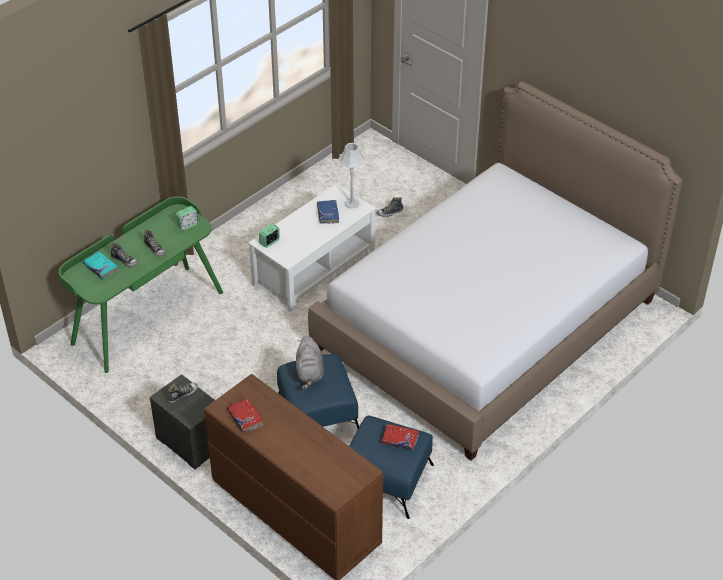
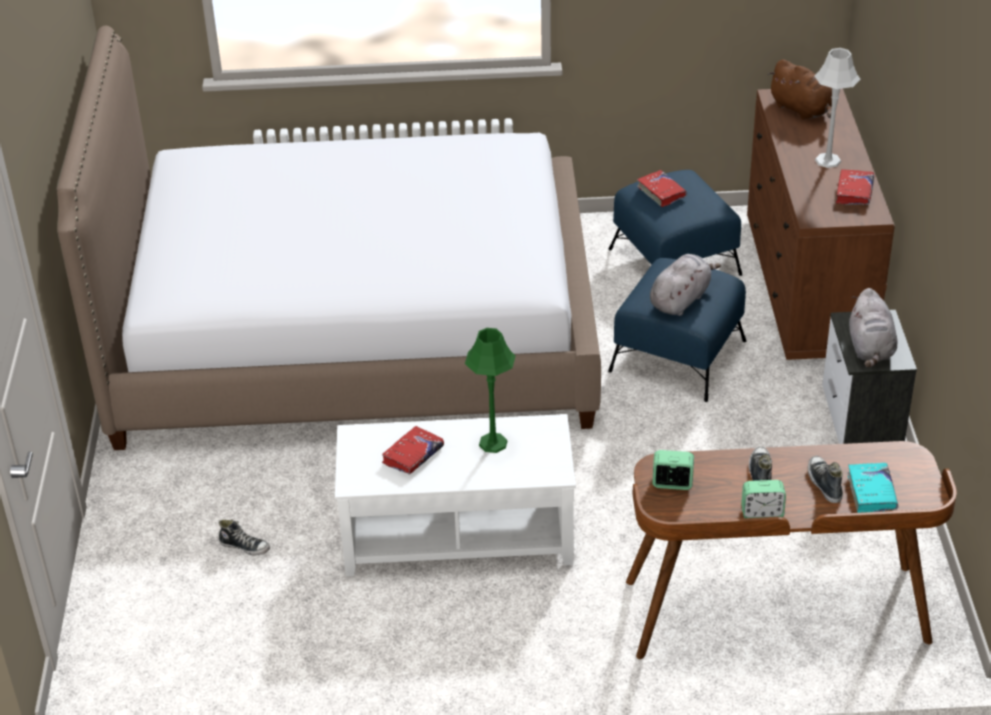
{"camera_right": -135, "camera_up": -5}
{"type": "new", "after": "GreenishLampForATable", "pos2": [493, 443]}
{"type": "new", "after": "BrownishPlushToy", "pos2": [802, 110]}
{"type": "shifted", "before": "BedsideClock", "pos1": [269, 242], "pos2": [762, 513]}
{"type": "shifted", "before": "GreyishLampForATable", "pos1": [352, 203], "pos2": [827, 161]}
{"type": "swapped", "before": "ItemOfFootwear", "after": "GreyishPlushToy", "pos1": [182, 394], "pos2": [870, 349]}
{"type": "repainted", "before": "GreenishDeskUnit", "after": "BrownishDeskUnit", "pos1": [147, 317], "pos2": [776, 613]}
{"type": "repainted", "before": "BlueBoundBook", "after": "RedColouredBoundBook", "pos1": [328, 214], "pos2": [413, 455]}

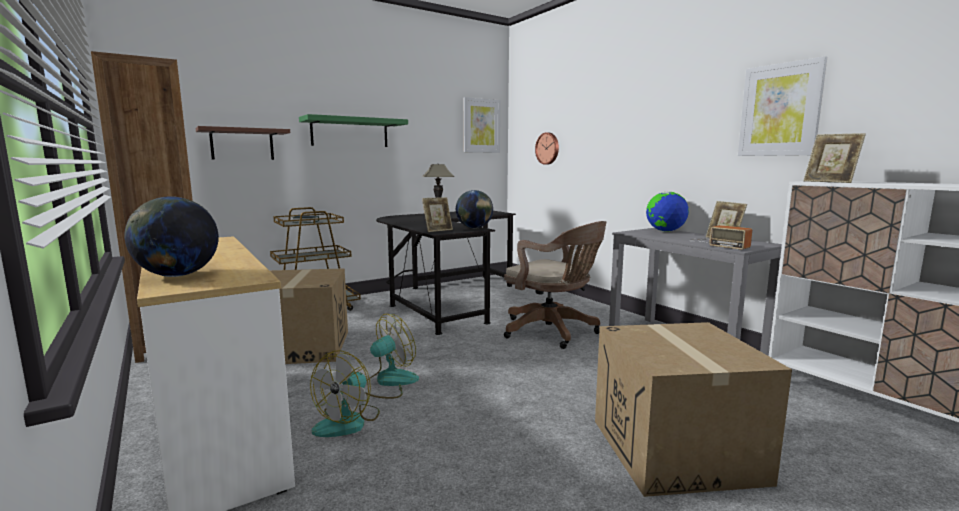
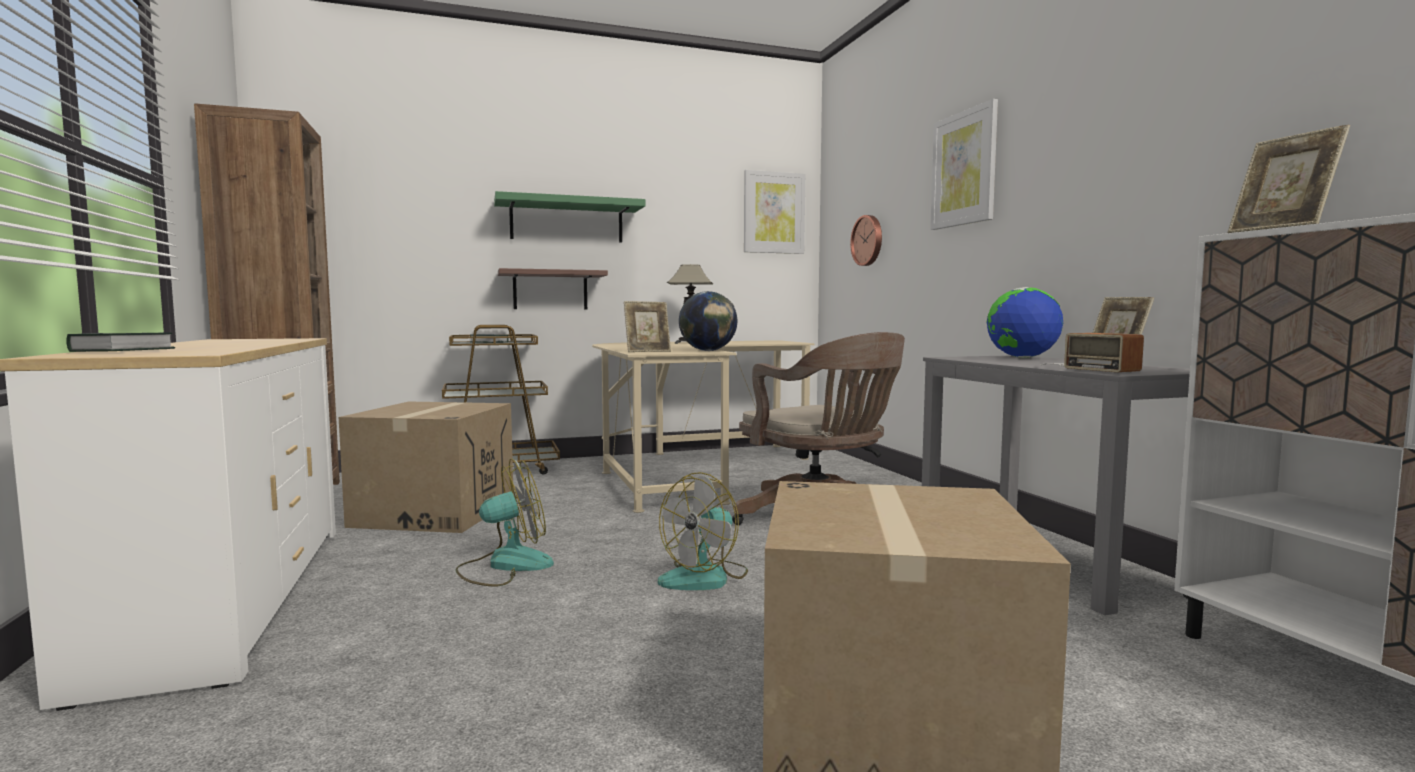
{"camera_right": 15, "camera_up": -5}
{"type": "shifted", "before": "WallShelf", "pos1": [242, 144], "pos2": [550, 290]}
{"type": "shifted", "before": "ElectricFan", "pos1": [348, 421], "pos2": [705, 577]}
{"type": "shifted", "before": "WallArt", "pos1": [780, 110], "pos2": [964, 169]}
{"type": "swapped", "before": "DeskGlobe", "after": "BoundBook", "pos1": [178, 276], "pos2": [122, 351]}
{"type": "repainted", "before": "BlackColouredDeskUnit", "after": "SandColouredDeskUnit", "pos1": [444, 299], "pos2": [689, 469]}

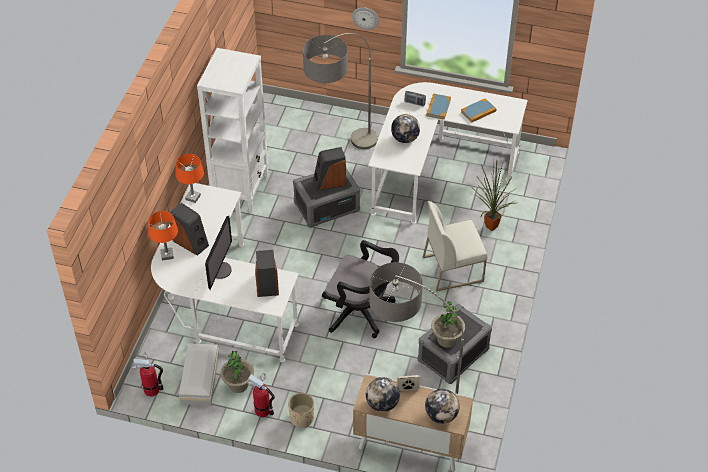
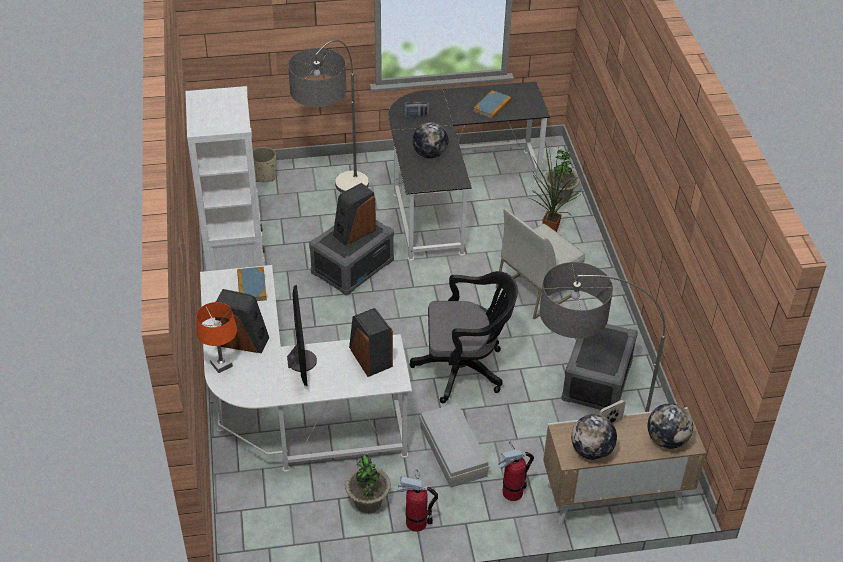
{"camera_right": -25, "camera_up": -5}
{"type": "gone", "before": "OrangeyLampForATable", "pos1": [193, 197]}
{"type": "gone", "before": "HangingClock", "pos1": [365, 17]}
{"type": "shifted", "before": "FireFightingCylinder", "pos1": [151, 390], "pos2": [512, 492]}
{"type": "shifted", "before": "WhiteColouredStorageBin", "pos1": [199, 380], "pos2": [453, 453]}
{"type": "shifted", "before": "SandColouredFlowerPot", "pos1": [301, 418], "pos2": [264, 176]}
{"type": "shifted", "before": "BoundBook", "pos1": [438, 107], "pos2": [251, 286]}
{"type": "shifted", "before": "PottedPlant", "pos1": [447, 339], "pos2": [559, 196]}
{"type": "repainted", "before": "WhiteColouredDeskUnit", "after": "BlackColouredDeskUnit", "pos1": [435, 170], "pos2": [452, 193]}

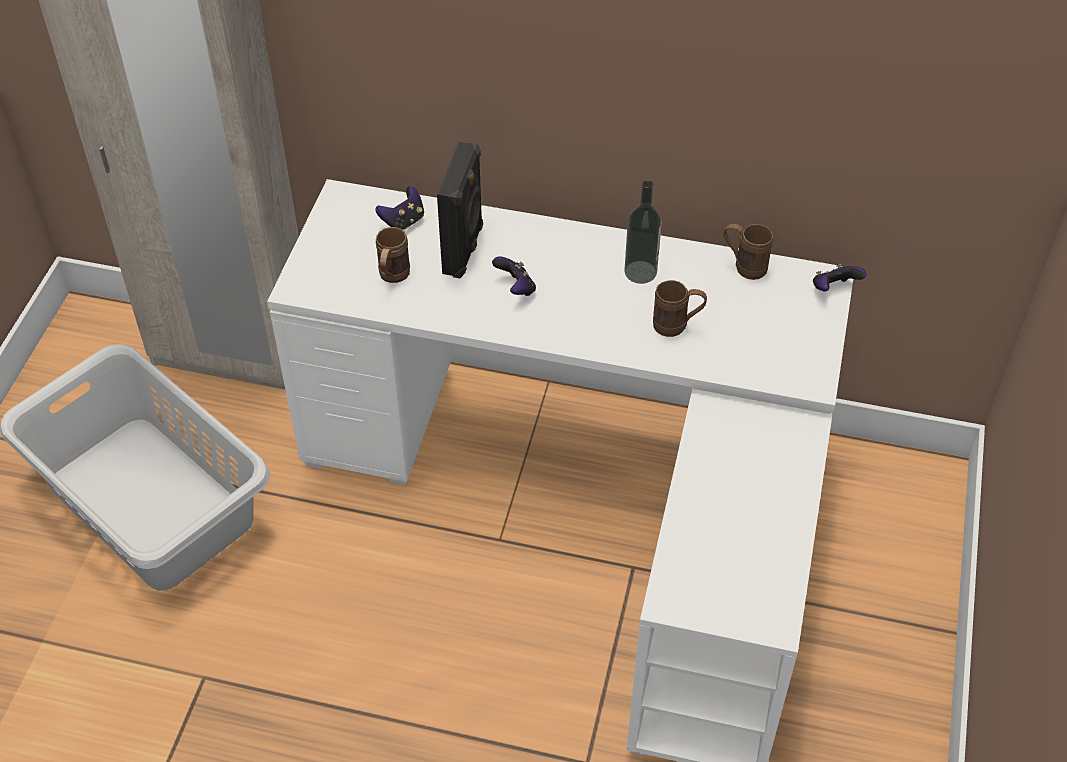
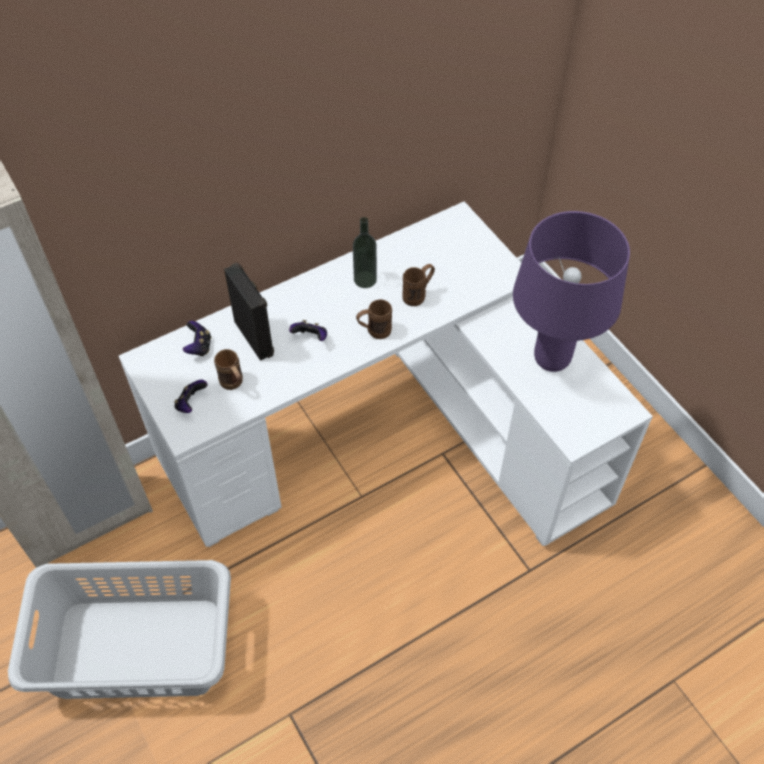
{"camera_right": -45, "camera_up": 5}
{"type": "new", "after": "PurpleLampForATable", "pos2": [552, 359]}
{"type": "shifted", "before": "BrownishMug", "pos1": [743, 266], "pos2": [374, 332]}
{"type": "shifted", "before": "Gamepad", "pos1": [833, 289], "pos2": [191, 403]}

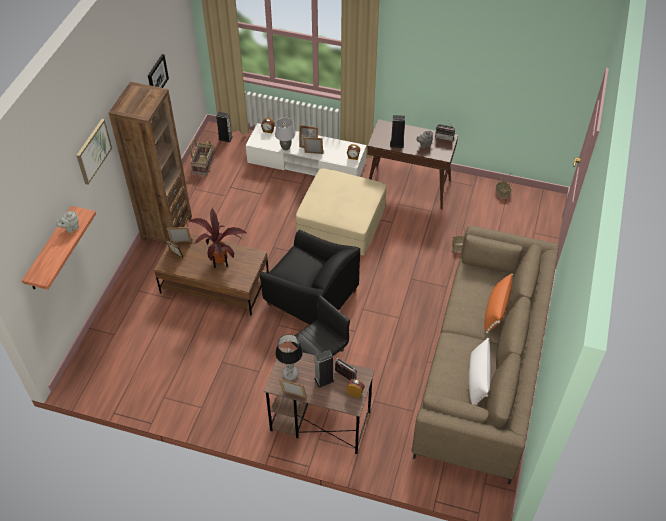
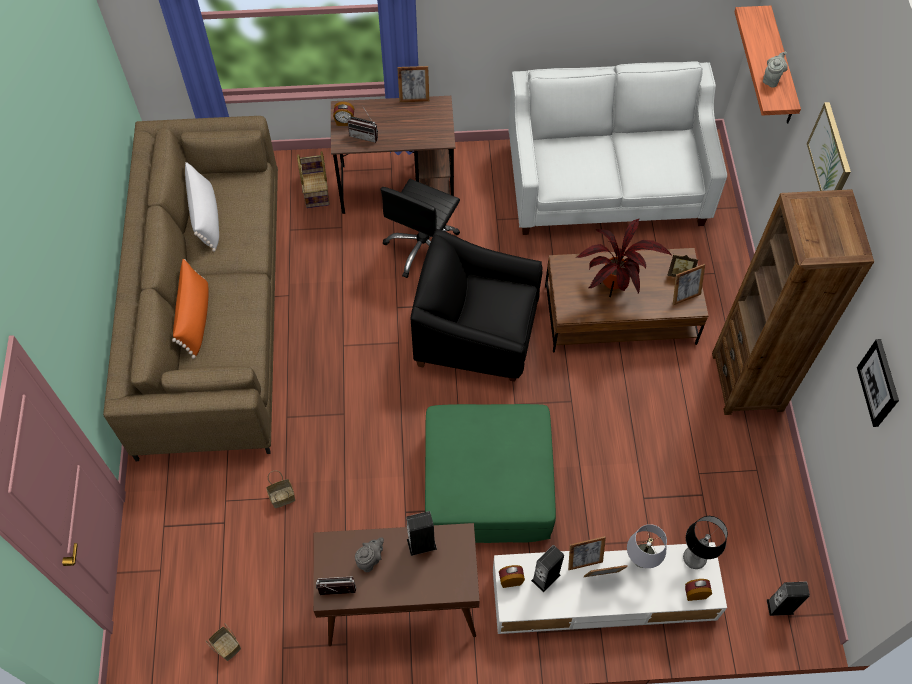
{"camera_right": 160, "camera_up": 10}
{"type": "new", "after": "WhiteColouredCouch", "pos2": [606, 184]}
{"type": "shifted", "before": "Basket", "pos1": [203, 165], "pos2": [316, 190]}
{"type": "shifted", "before": "LampForATable", "pos1": [290, 374], "pos2": [694, 557]}
{"type": "shifted", "before": "Loudspeaker", "pos1": [324, 380], "pos2": [545, 577]}
{"type": "repainted", "before": "SandColouredFootrest", "after": "GreenishFootrest", "pos1": [341, 222], "pos2": [487, 484]}

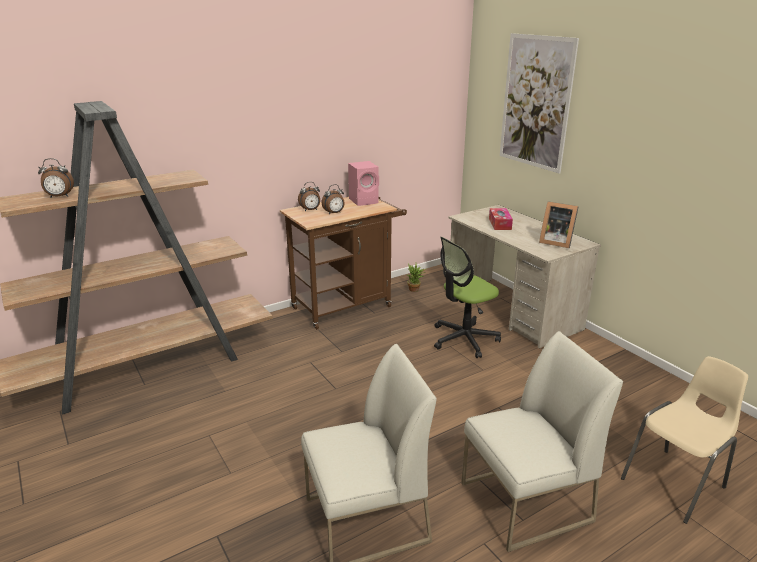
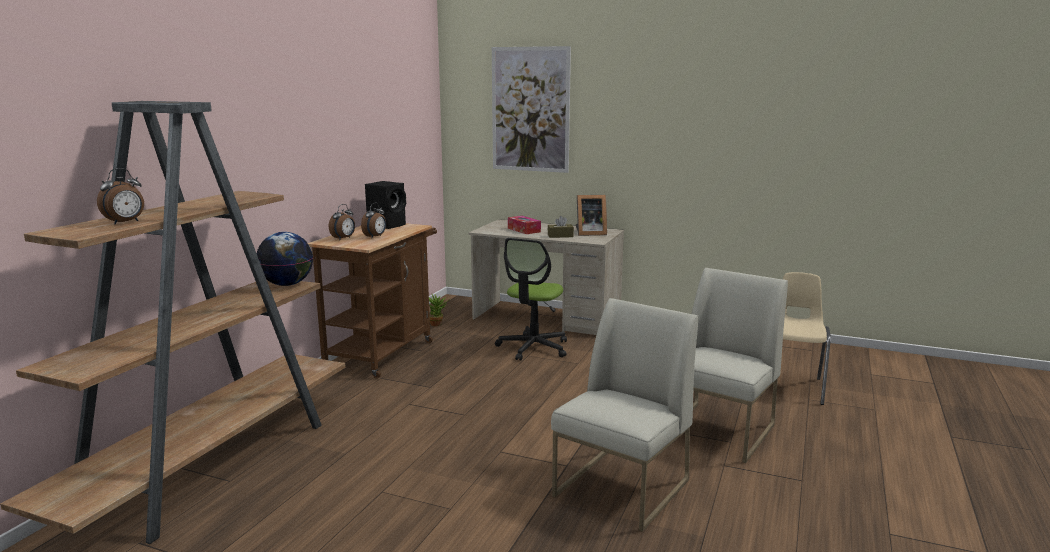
{"camera_right": -35, "camera_up": -10}
{"type": "new", "after": "DeskGlobe", "pos2": [287, 284]}
{"type": "new", "after": "BrownishBoxOfTissues", "pos2": [560, 236]}
{"type": "repainted", "before": "PinkColouredLoudspeaker", "after": "BlackColouredLoudspeaker", "pos1": [364, 201], "pos2": [388, 225]}

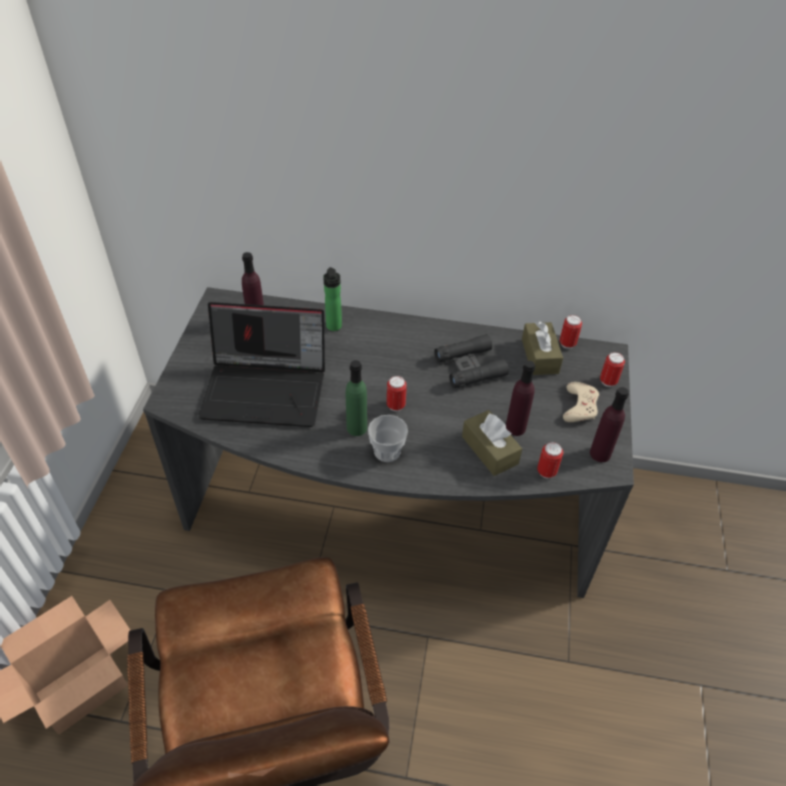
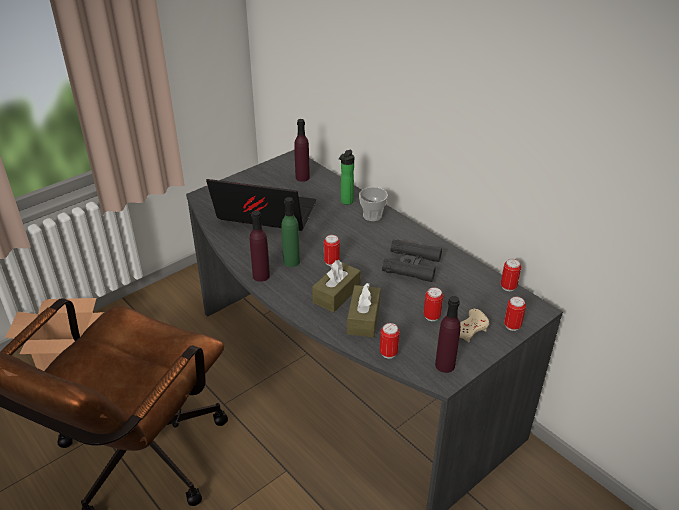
{"camera_right": 40, "camera_up": -10}
{"type": "new", "after": "SealedCan", "pos2": [431, 316]}
{"type": "shifted", "before": "SmallCup", "pos1": [387, 451], "pos2": [372, 215]}
{"type": "shifted", "before": "PurpleBottle", "pos1": [515, 427], "pos2": [261, 276]}
{"type": "shifted", "before": "BrownishBoxOfTissues", "pos1": [540, 356], "pos2": [336, 294]}
{"type": "rotated", "before": "PortableComputer", "pos1": [267, 389], "pos2": [264, 216], "turn": 150}

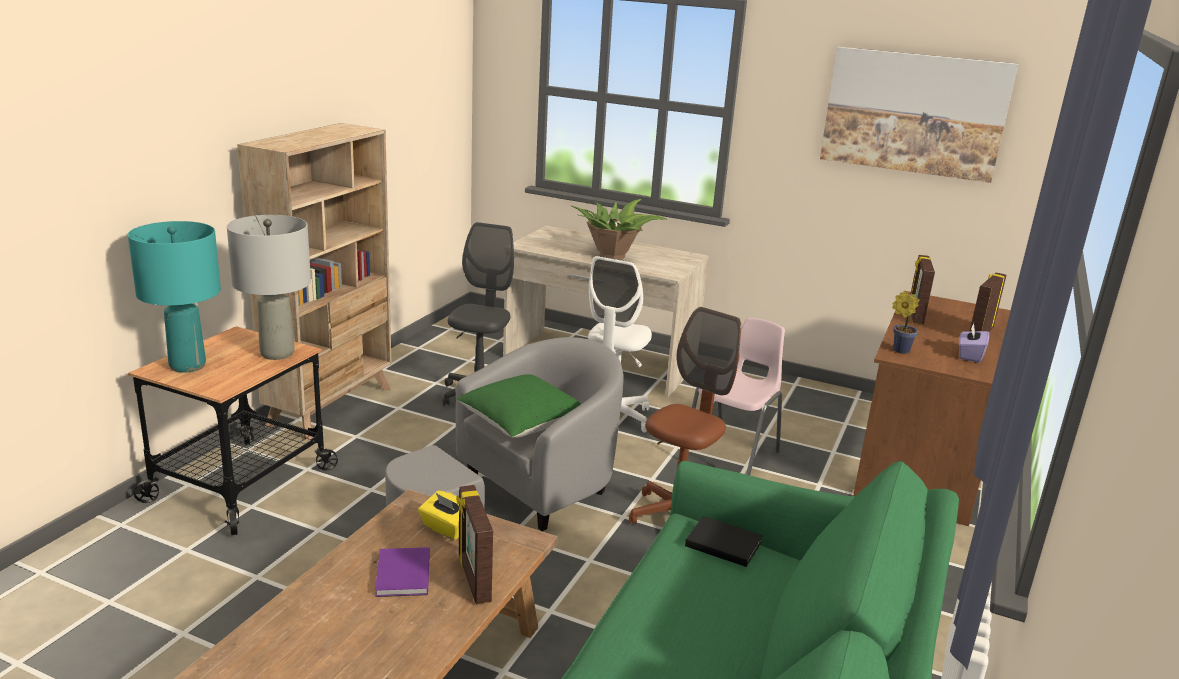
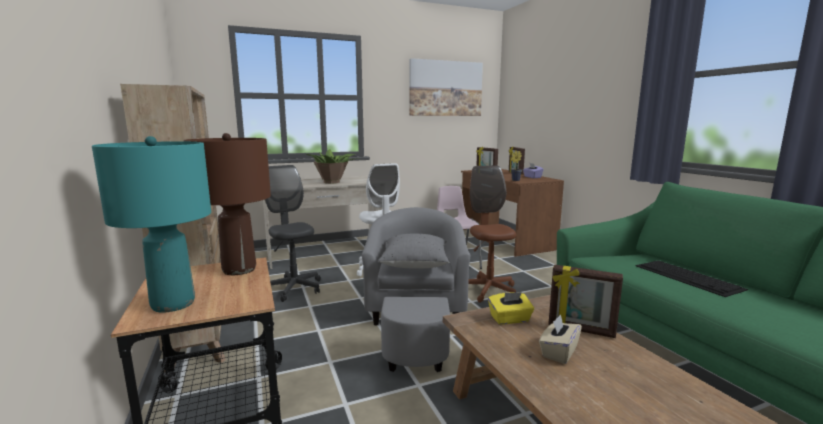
{"camera_right": -45, "camera_up": -10}
{"type": "gone", "before": "BlackColouredBoundBook", "pos1": [722, 543]}
{"type": "new", "after": "PcKeyboard", "pos2": [688, 277]}
{"type": "swapped", "before": "PurpleBoundBook", "after": "SandColouredBoxOfTissues", "pos1": [402, 576], "pos2": [558, 352]}
{"type": "repainted", "before": "GreyishLampForATable", "after": "BrownishLampForATable", "pos1": [276, 353], "pos2": [238, 270]}
{"type": "repainted", "before": "GreenishThrowPillow", "after": "GreyishThrowPillow", "pos1": [522, 423], "pos2": [414, 264]}

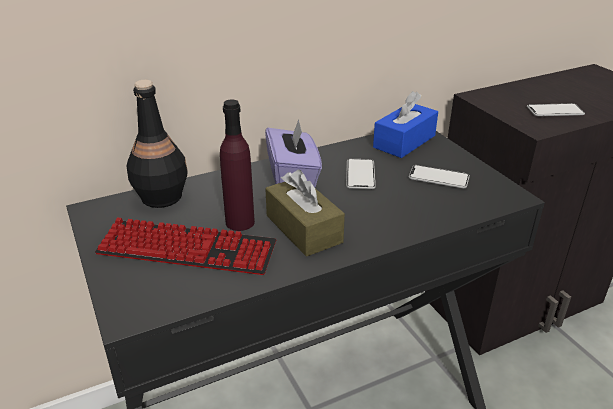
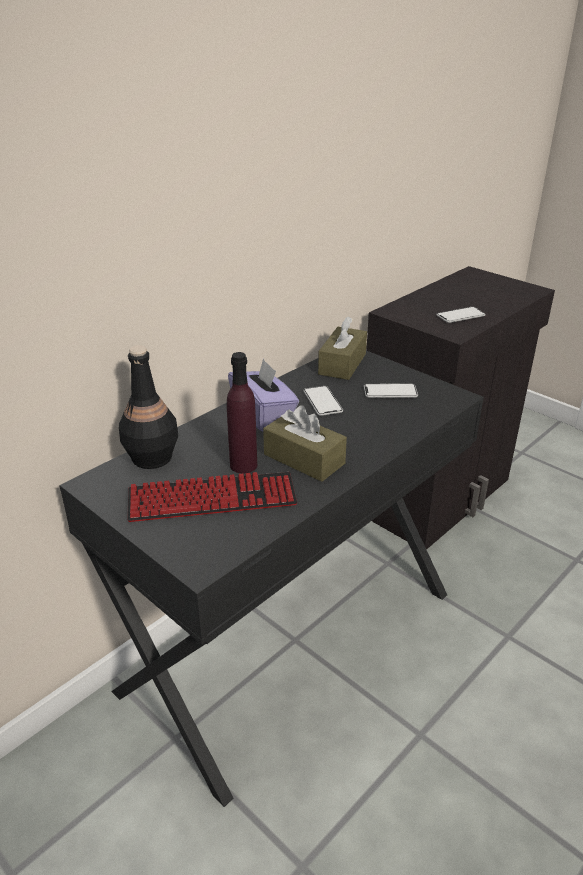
{"camera_right": -20, "camera_up": 0}
{"type": "repainted", "before": "BlueBoxOfTissues", "after": "BrownishBoxOfTissues", "pos1": [404, 141], "pos2": [342, 364]}

